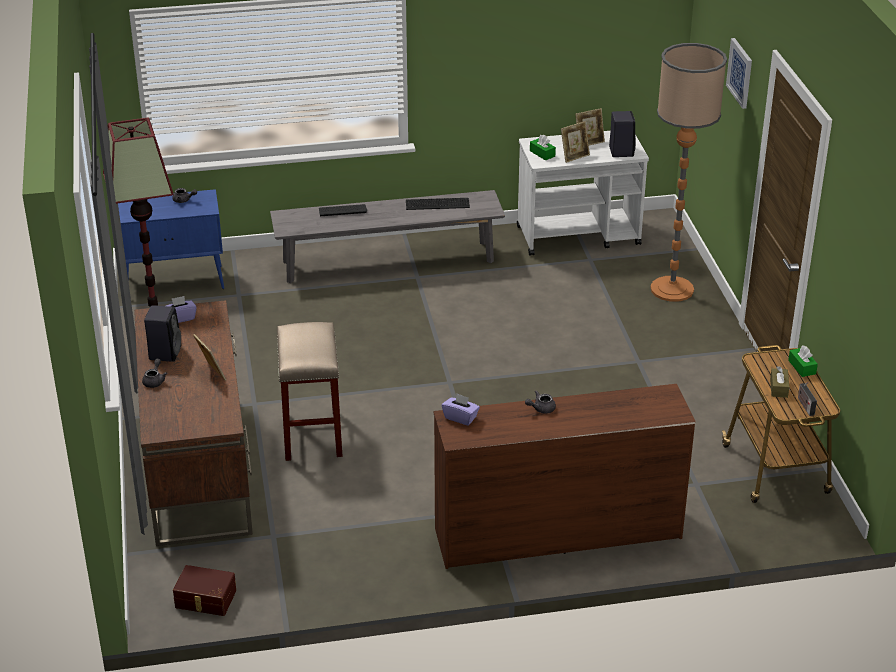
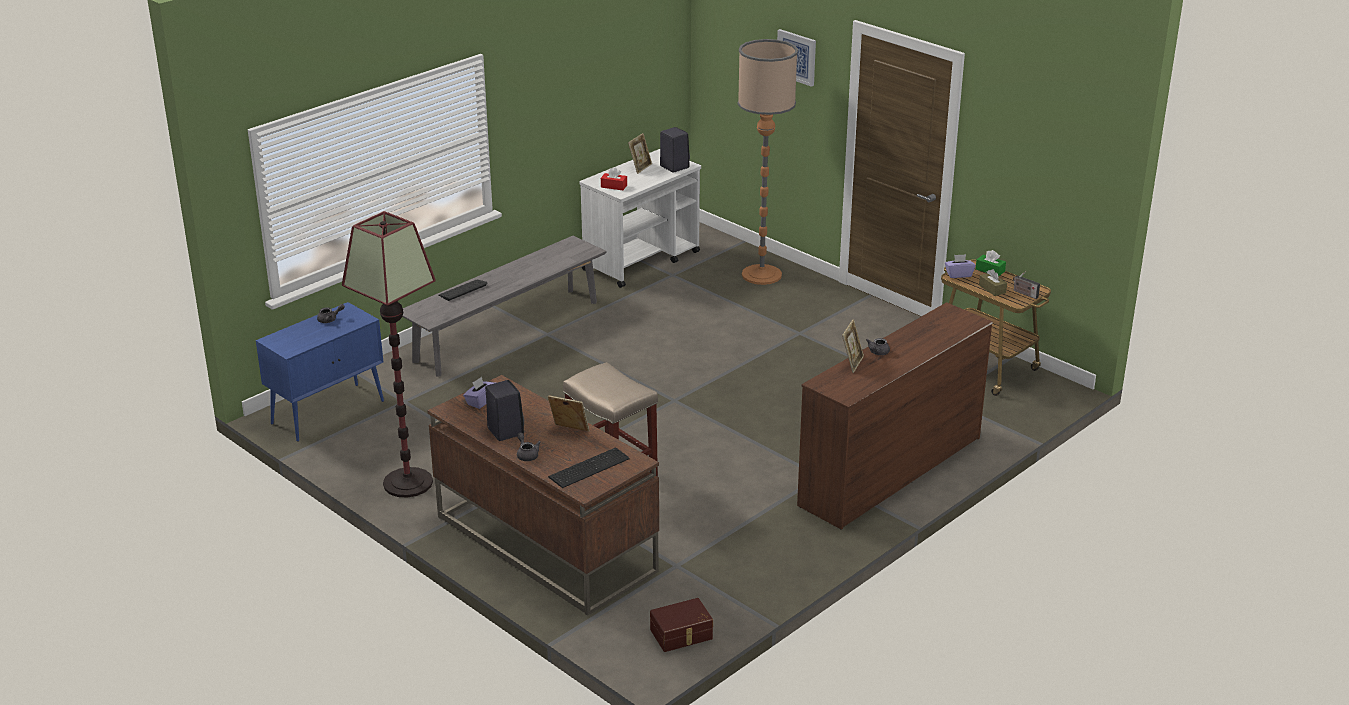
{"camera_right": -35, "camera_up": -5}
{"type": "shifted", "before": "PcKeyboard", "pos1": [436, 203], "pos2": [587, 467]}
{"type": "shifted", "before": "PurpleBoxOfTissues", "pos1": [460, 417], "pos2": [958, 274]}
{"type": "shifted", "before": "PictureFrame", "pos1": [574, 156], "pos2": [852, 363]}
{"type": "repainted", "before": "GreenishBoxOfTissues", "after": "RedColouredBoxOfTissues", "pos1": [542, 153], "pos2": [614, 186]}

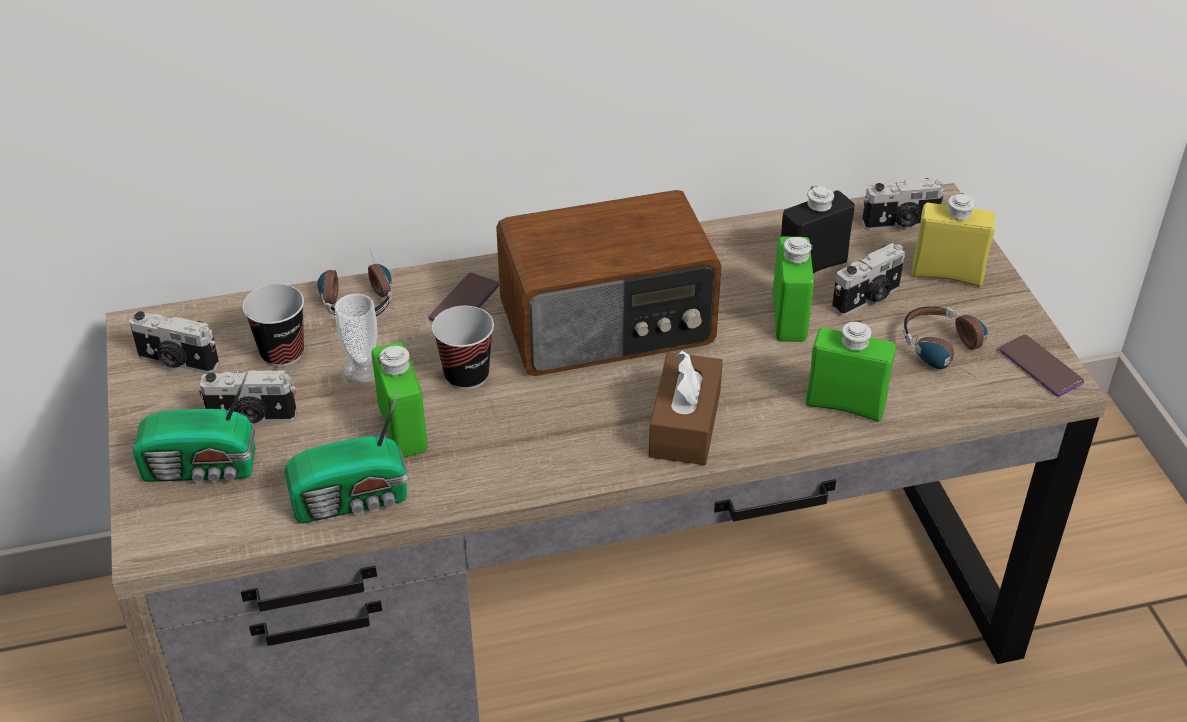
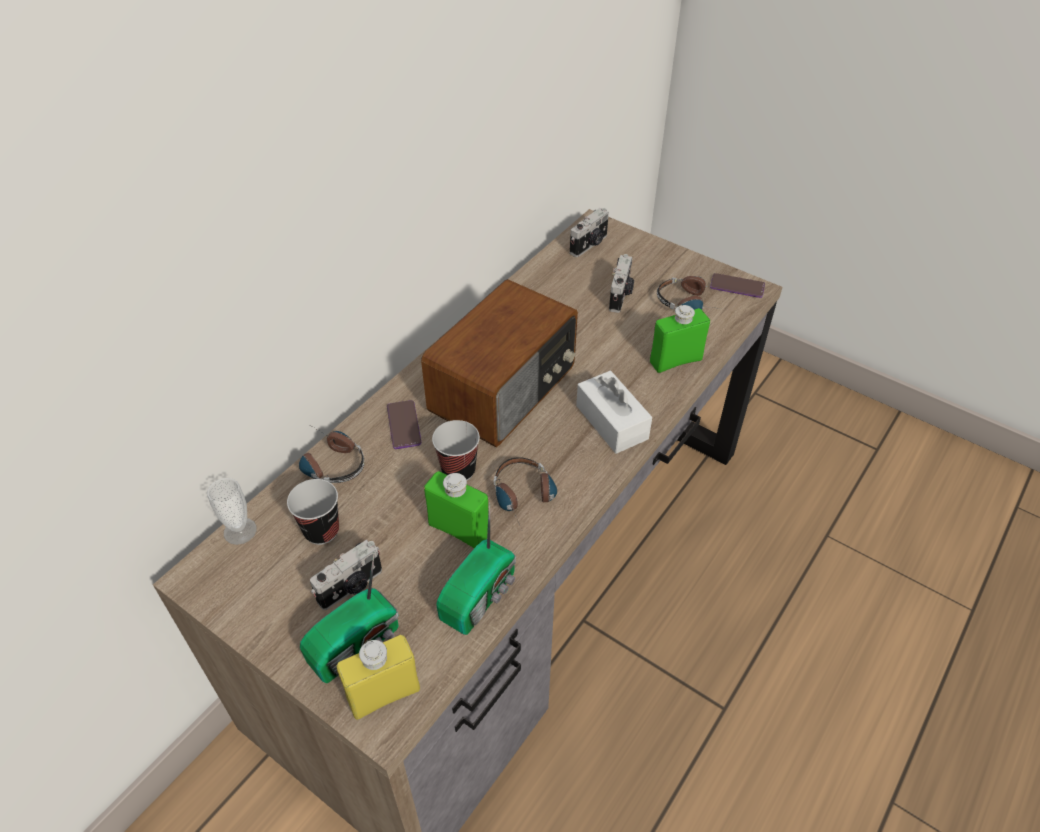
{"camera_right": -40, "camera_up": 5}
{"type": "gone", "before": "PhotoCamera", "pos1": [177, 362]}
{"type": "gone", "before": "GreenishBottle", "pos1": [789, 318]}
{"type": "gone", "before": "BlackColouredBottle", "pos1": [812, 266]}
{"type": "new", "after": "PairOfHeadphones", "pos2": [526, 499]}
{"type": "shifted", "before": "SmallCup", "pos1": [363, 369], "pos2": [240, 531]}
{"type": "shifted", "before": "YellowishBottle", "pos1": [947, 274], "pos2": [384, 694]}
{"type": "repainted", "before": "BrownishBoxOfTissues", "after": "WhiteColouredBoxOfTissues", "pos1": [685, 424], "pos2": [611, 422]}

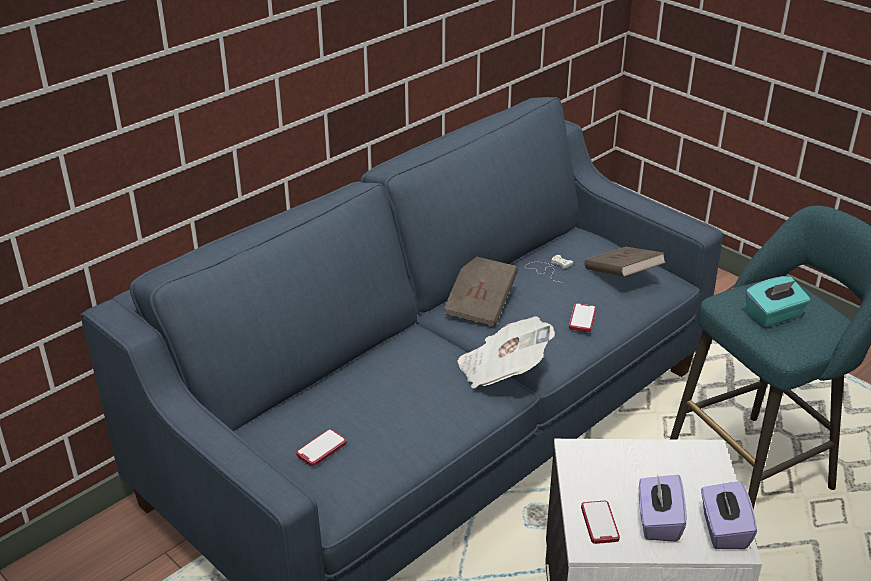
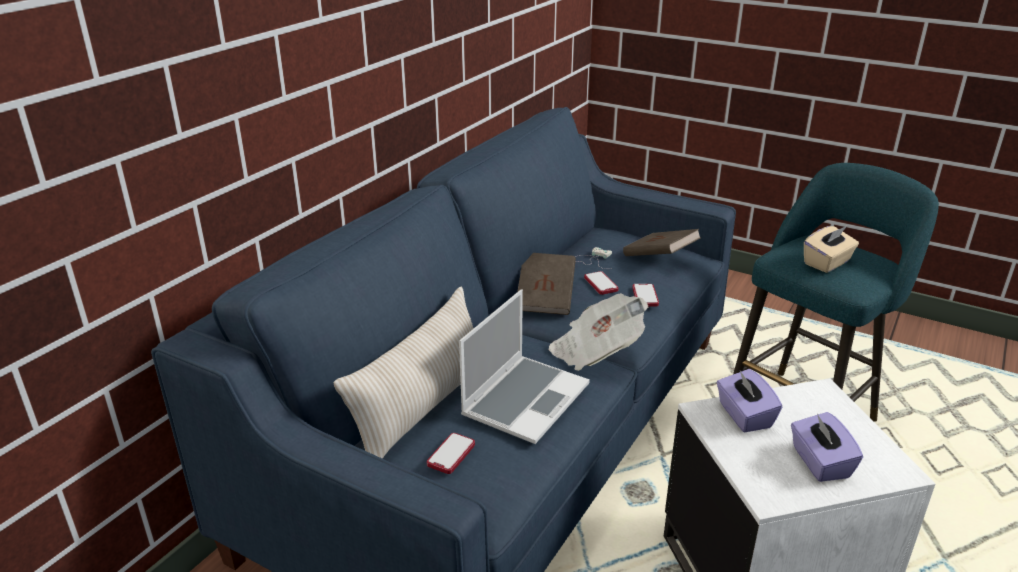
{"camera_right": -15, "camera_up": -5}
{"type": "new", "after": "SandColouredThrowPillow", "pos2": [422, 408]}
{"type": "new", "after": "PortableComputer", "pos2": [525, 399]}
{"type": "shifted", "before": "Phone", "pos1": [599, 523], "pos2": [601, 284]}
{"type": "shifted", "before": "PurpleBoxOfTissues", "pos1": [723, 529], "pos2": [744, 415]}
{"type": "repainted", "before": "TurquoiseBoxOfTissues", "after": "SandColouredBoxOfTissues", "pos1": [773, 315], "pos2": [827, 263]}

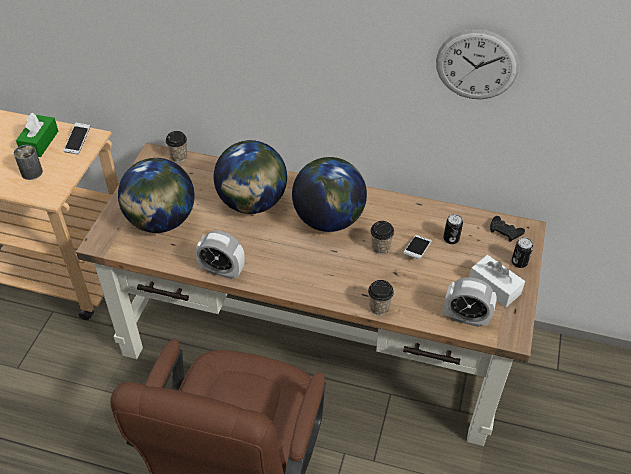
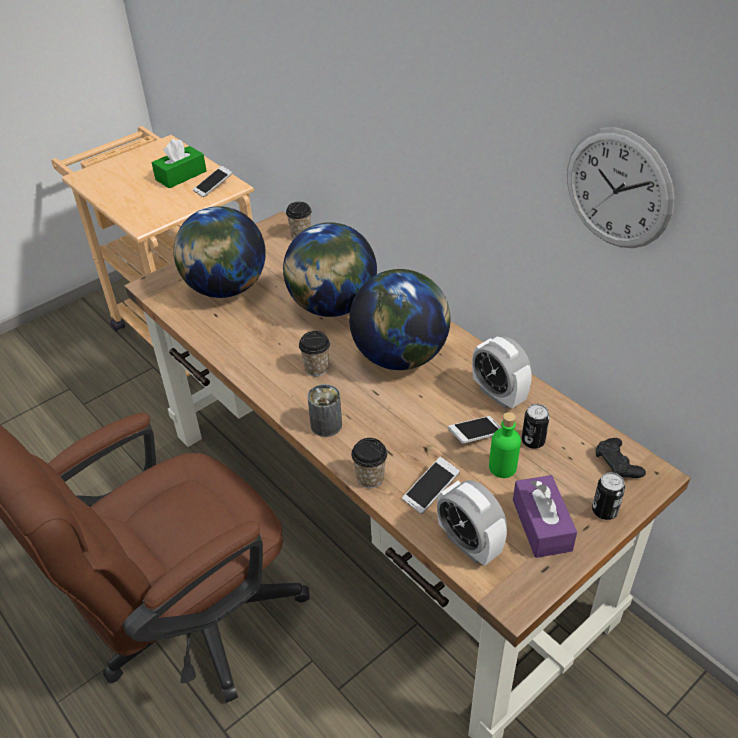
{"camera_right": 35, "camera_up": -5}
{"type": "new", "after": "Phone", "pos2": [430, 491]}
{"type": "new", "after": "GreenishBottle", "pos2": [502, 467]}
{"type": "shifted", "before": "SealedCan", "pos1": [32, 172], "pos2": [326, 425]}
{"type": "shifted", "before": "BedsideClock", "pos1": [222, 271], "pos2": [498, 394]}
{"type": "shifted", "before": "SmallCup", "pos1": [380, 247], "pos2": [316, 368]}
{"type": "repainted", "before": "WhiteColouredBoxOfTissues", "after": "PurpleBoxOfTissues", "pos1": [494, 287], "pos2": [541, 525]}

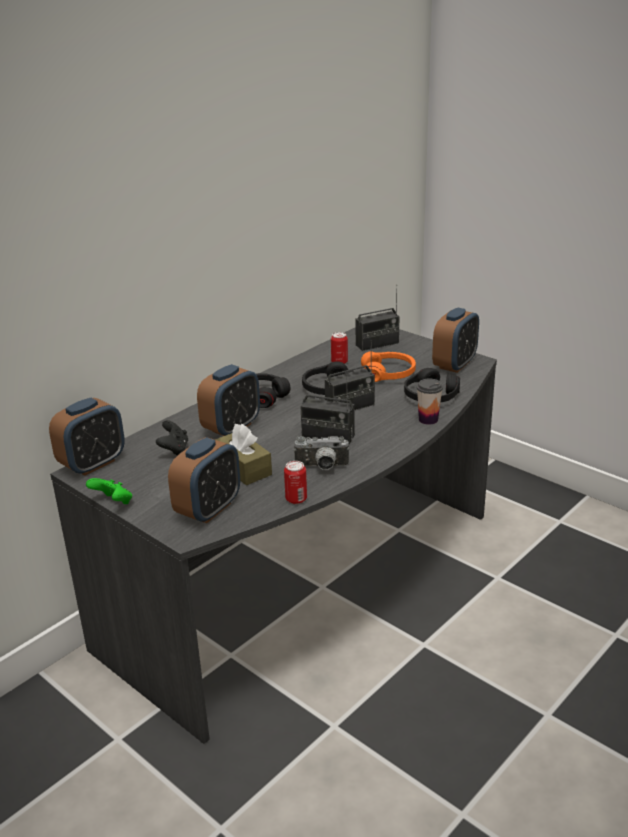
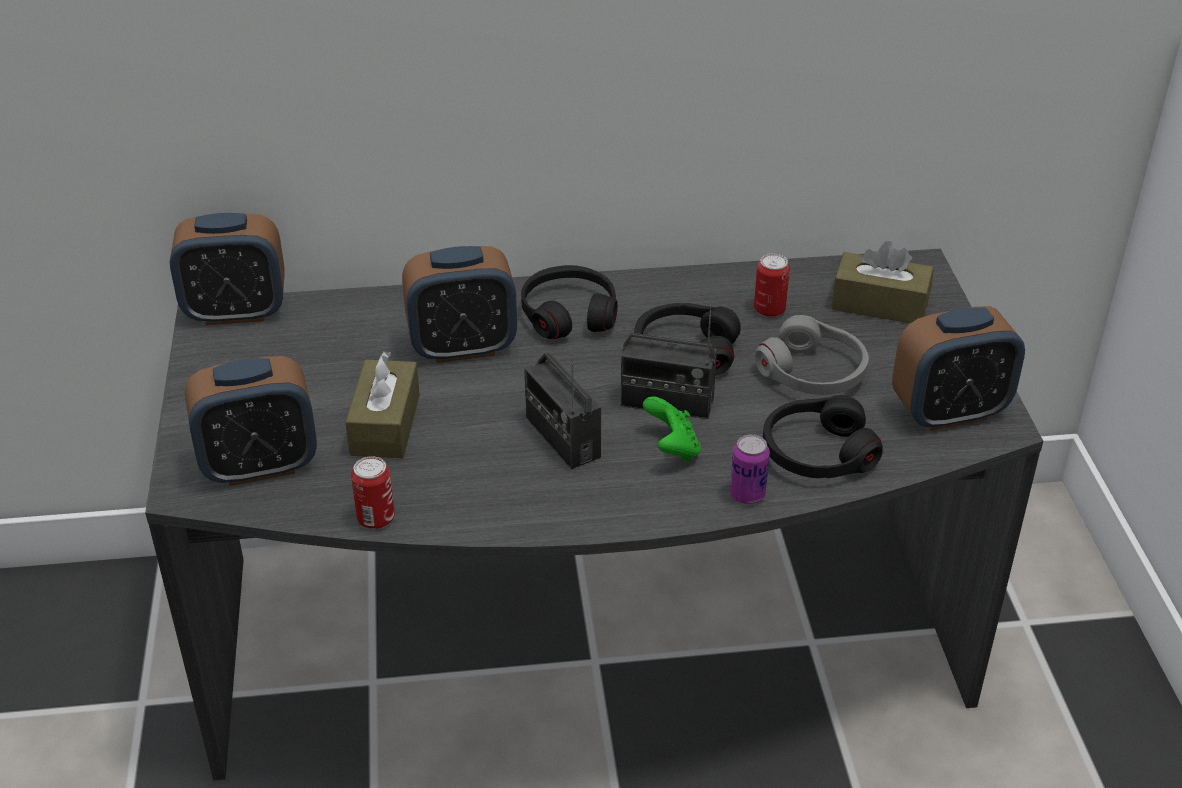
{"camera_right": 40, "camera_up": 10}
{"type": "gone", "before": "BlackColouredGamepad", "pos1": [174, 449]}
{"type": "gone", "before": "PhotoCamera", "pos1": [322, 468]}
{"type": "shifted", "before": "GreenishGamepad", "pos1": [113, 503], "pos2": [672, 448]}
{"type": "swapped", "before": "Radio", "after": "BrownishBoxOfTissues", "pos1": [377, 344], "pos2": [879, 304]}
{"type": "swapped", "before": "SmallCup", "after": "SealedCan", "pos1": [428, 419], "pos2": [747, 495]}
{"type": "repainted", "before": "OrangeyPairOfHeadphones", "after": "GreyishPairOfHeadphones", "pos1": [388, 374], "pos2": [813, 372]}

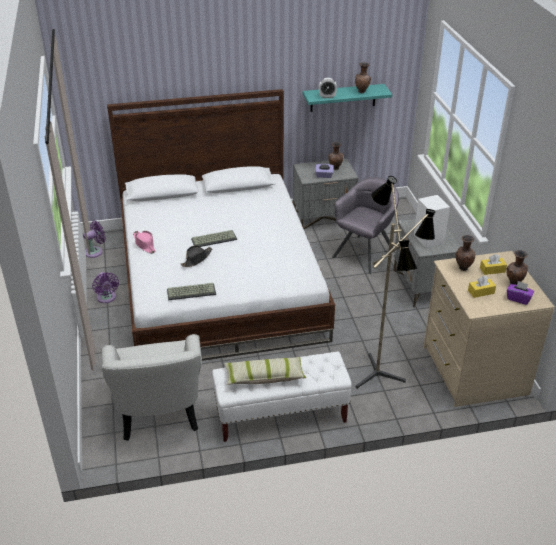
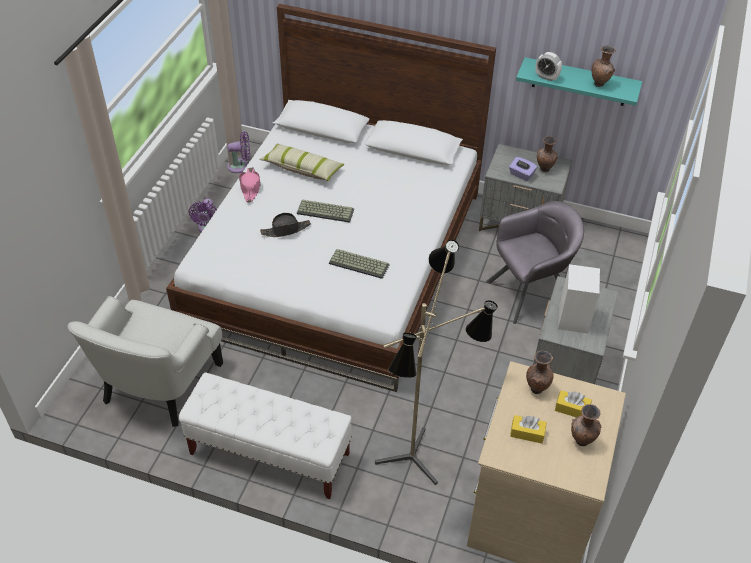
{"camera_right": 30, "camera_up": 10}
{"type": "gone", "before": "PurpleBoxOfTissues", "pos1": [518, 299]}
{"type": "shifted", "before": "PcKeyboard", "pos1": [191, 291], "pos2": [360, 263]}
{"type": "shifted", "before": "ThrowPillow", "pos1": [264, 377], "pos2": [302, 169]}

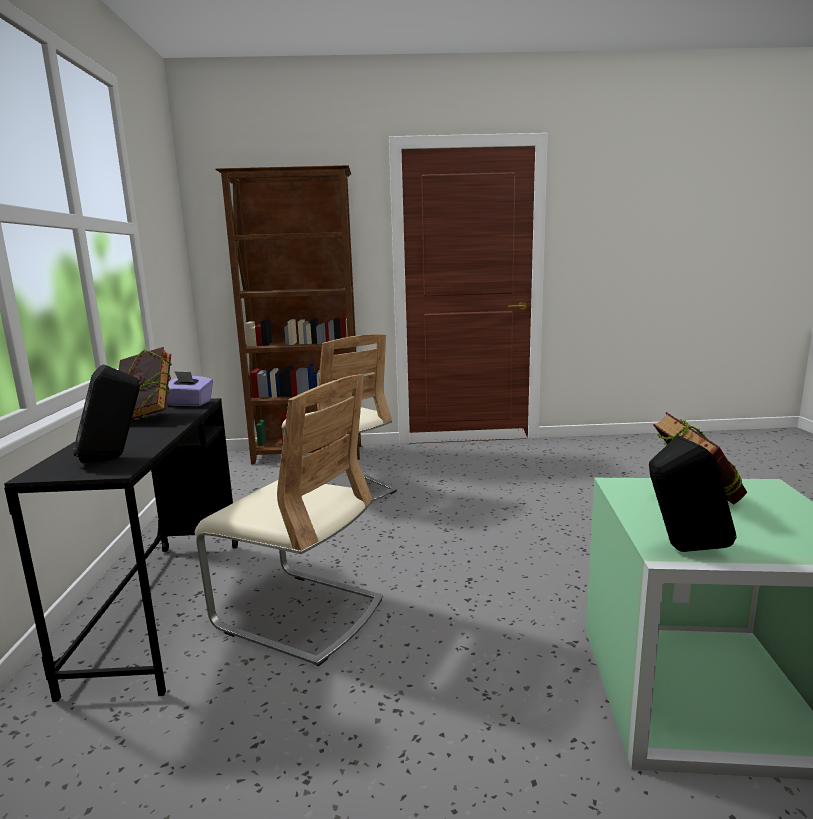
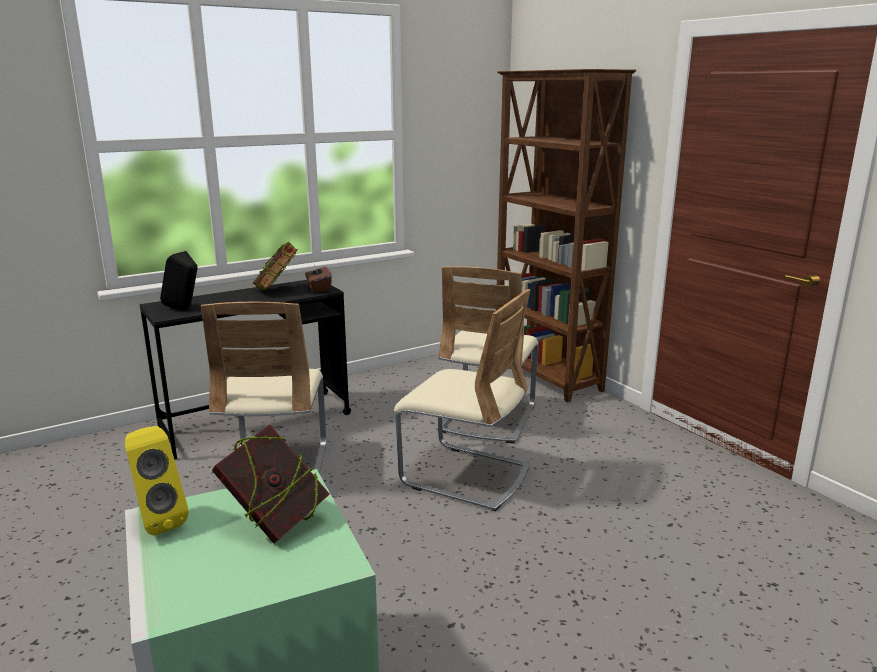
{"camera_right": 60, "camera_up": 5}
{"type": "new", "after": "SandColouredUprightChair", "pos2": [465, 476]}
{"type": "repainted", "before": "PurpleBoxOfTissues", "after": "BrownishBoxOfTissues", "pos1": [189, 403], "pos2": [318, 289]}
{"type": "repainted", "before": "BlackColouredLoudspeaker", "after": "YellowishLoudspeaker", "pos1": [682, 551], "pos2": [157, 521]}

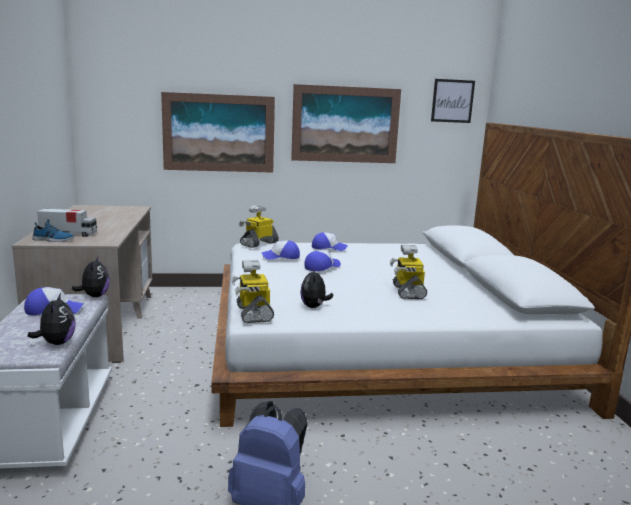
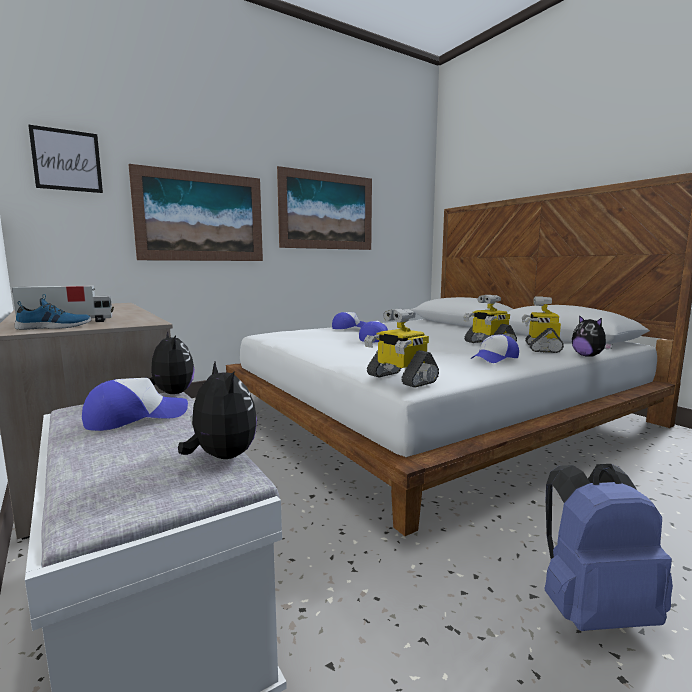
{"camera_right": -25, "camera_up": -5}
{"type": "shifted", "before": "ModelRobot", "pos1": [258, 243], "pos2": [541, 348]}
{"type": "shifted", "before": "BaseballCap", "pos1": [281, 257], "pos2": [494, 358]}
{"type": "shifted", "before": "PlushToy", "pos1": [314, 307], "pos2": [588, 356]}
{"type": "shifted", "before": "WallArt", "pos1": [452, 101], "pos2": [67, 160]}

